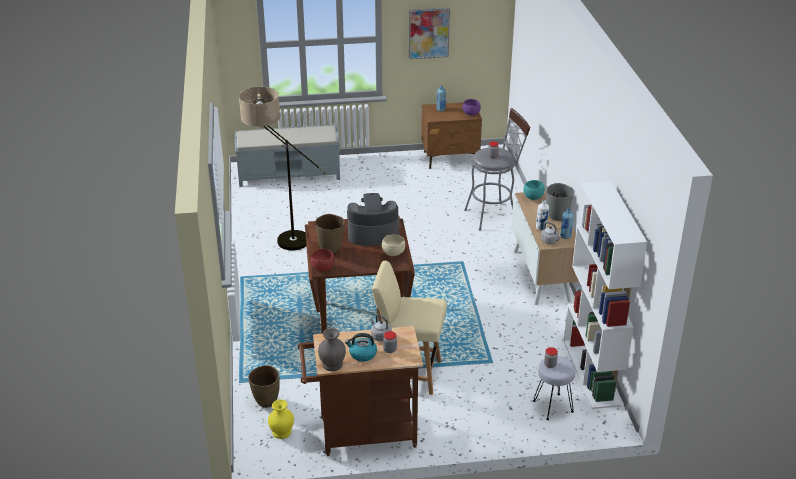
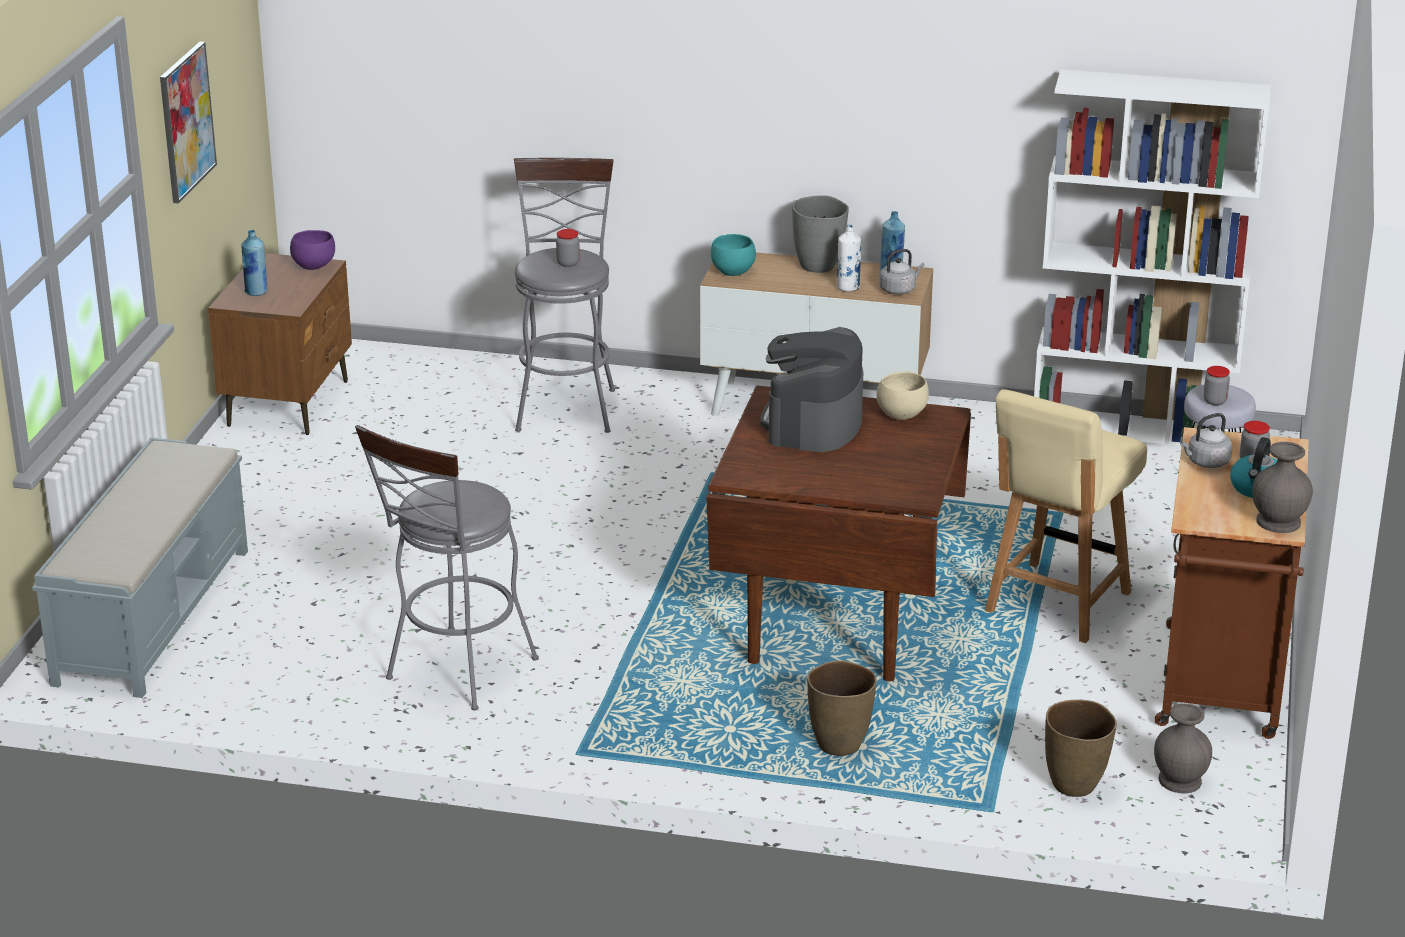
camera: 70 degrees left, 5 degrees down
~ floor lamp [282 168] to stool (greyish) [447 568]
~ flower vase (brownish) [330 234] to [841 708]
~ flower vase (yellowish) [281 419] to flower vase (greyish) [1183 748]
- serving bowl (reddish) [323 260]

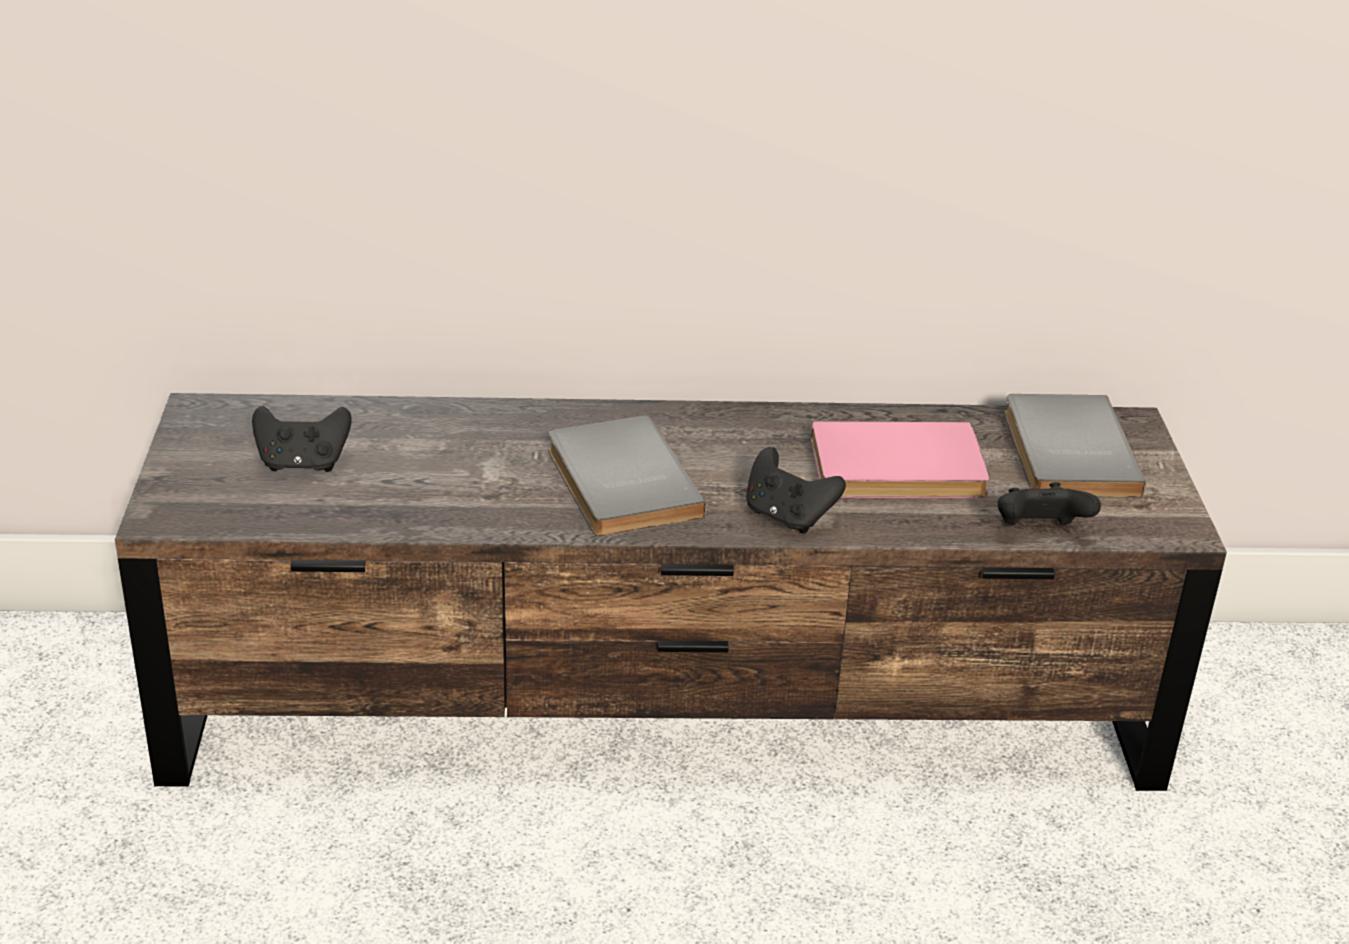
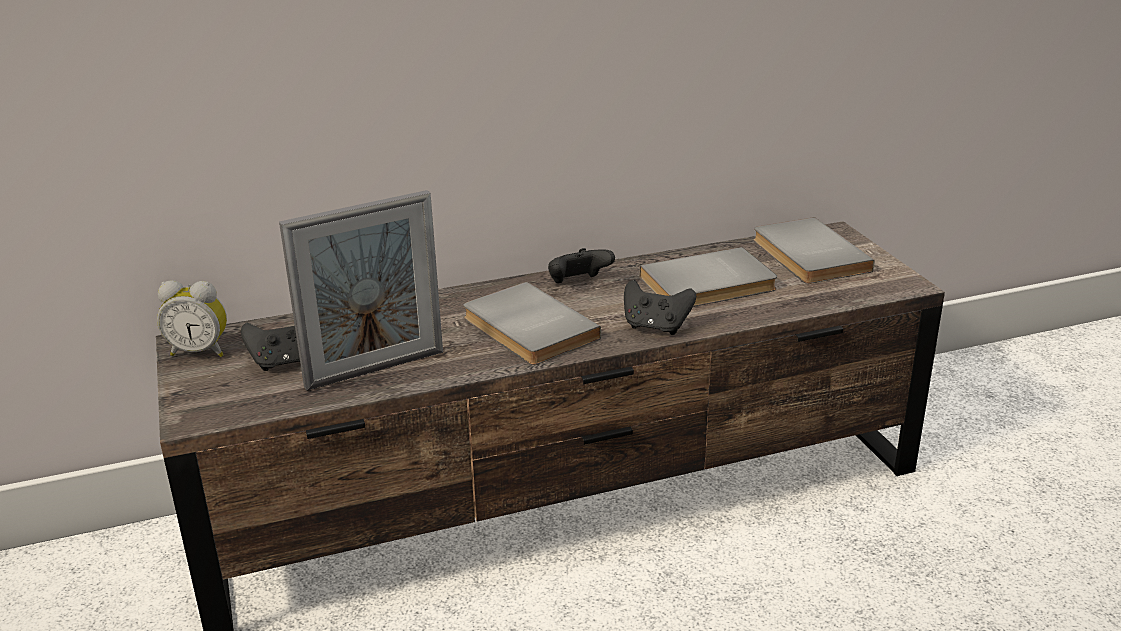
camera: 15 degrees left, 5 degrees down
+ alarm clock [192 318]
+ picture frame [361 290]
~ gamepad (blackish) [1049 503] to [581 265]
~ volume (pink) [900 459] to volume (greyish) [708 277]

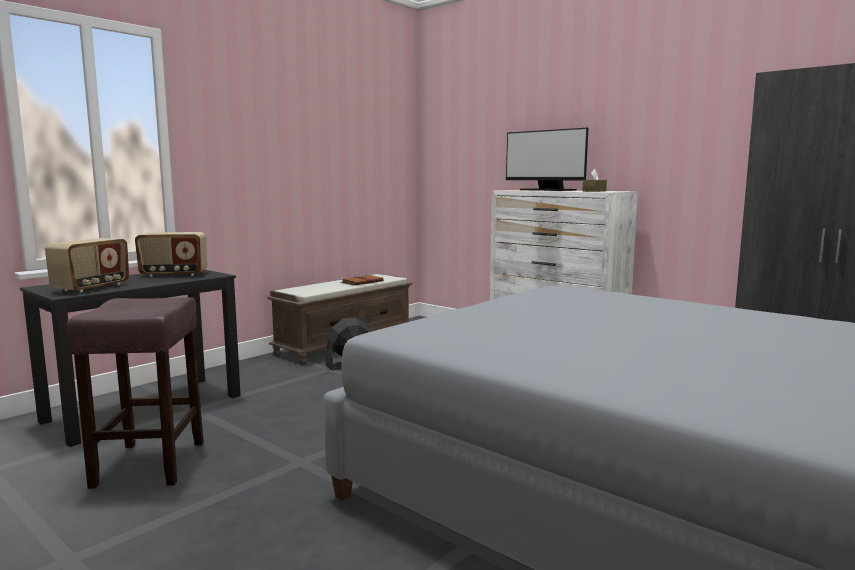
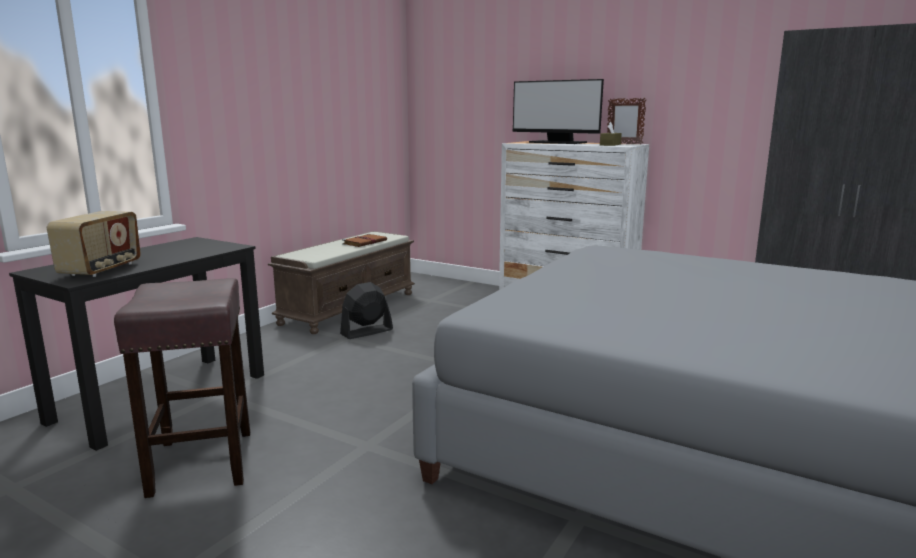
camera: 10 degrees left, 5 degrees up
+ picture frame [626 121]
- radio receiver [171 254]

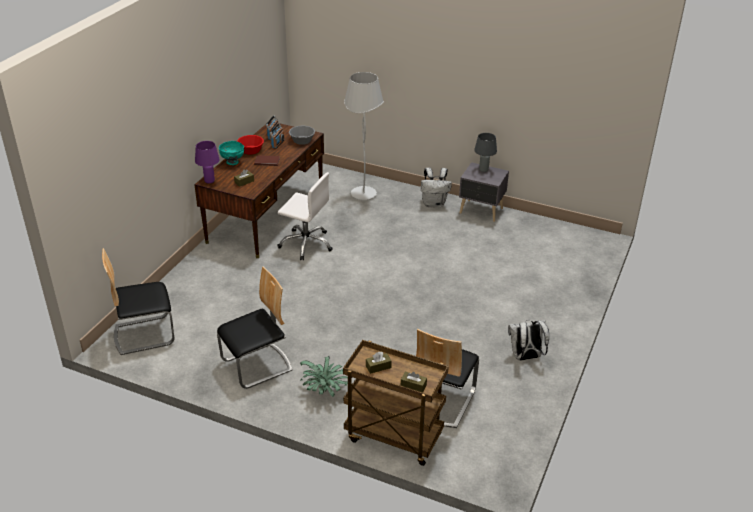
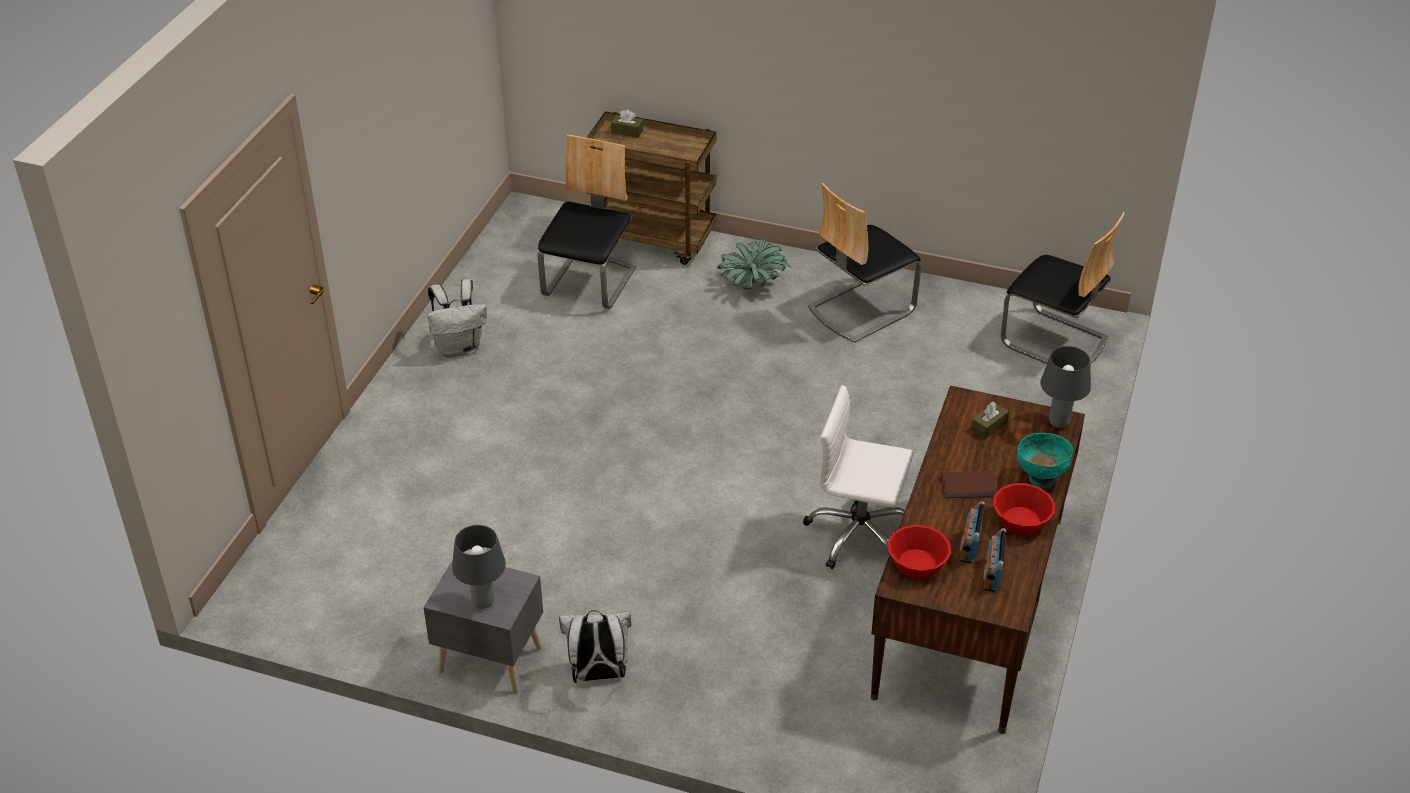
camera: 175 degrees right, 5 degrees up
~ serving bowl (greyish) [302 135] to serving bowl (reddish) [919 552]
~ upright chair [138 301] = [1063 288] 60 degrees clockwise
~ table lamp (purplish) [207 162] to table lamp (greyish) [1065 387]
- floor lamp (whitish) [364 136]
- box of tissues (brownish) [379 362]

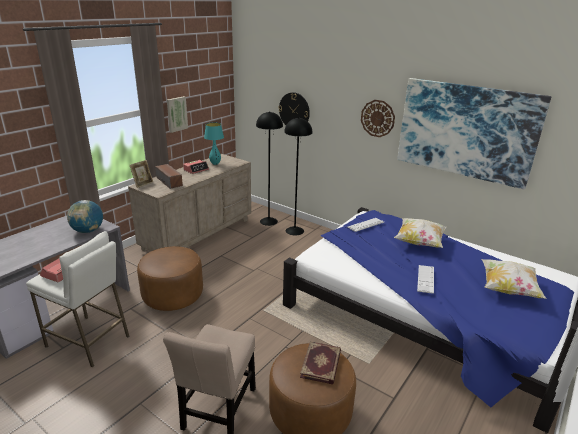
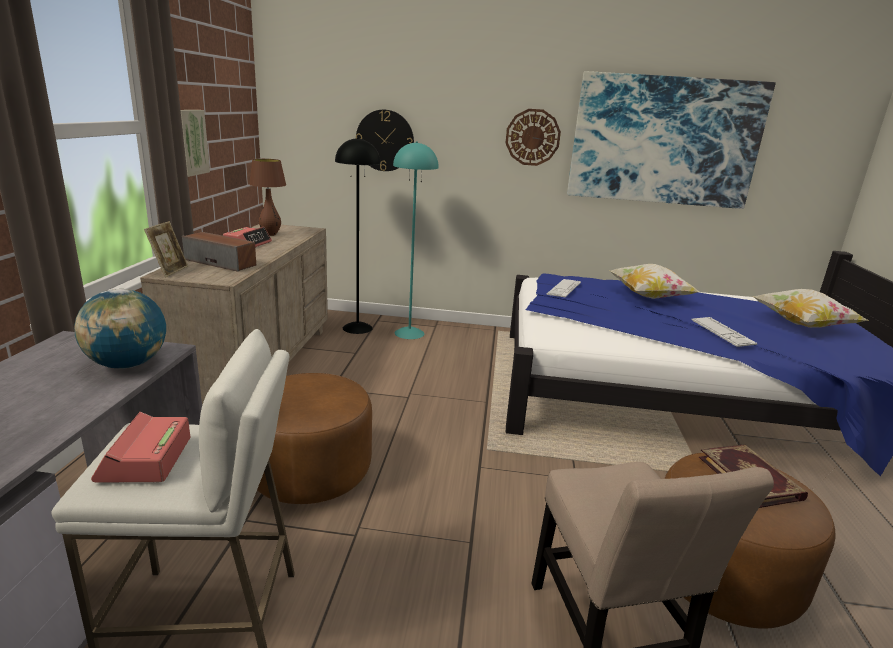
camera: 30 degrees left, 5 degrees down
~ table lamp (turquoise) [214 144] to table lamp (brownish) [267 197]
~ floor lamp (blackish) [298 176] to floor lamp (turquoise) [416 240]

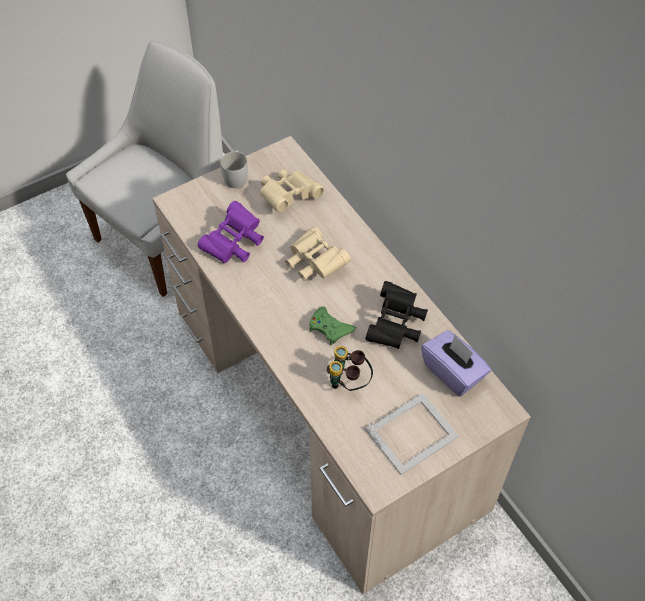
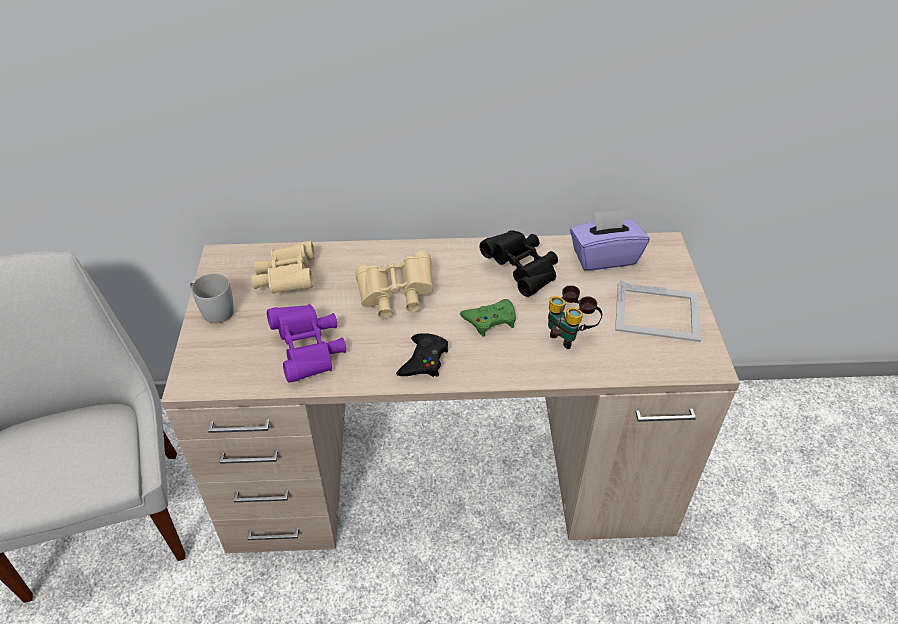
camera: 60 degrees left, 10 degrees down
+ gamepad (blackish) [422 355]
~ picture frame [412 434] = [658 311] 105 degrees clockwise

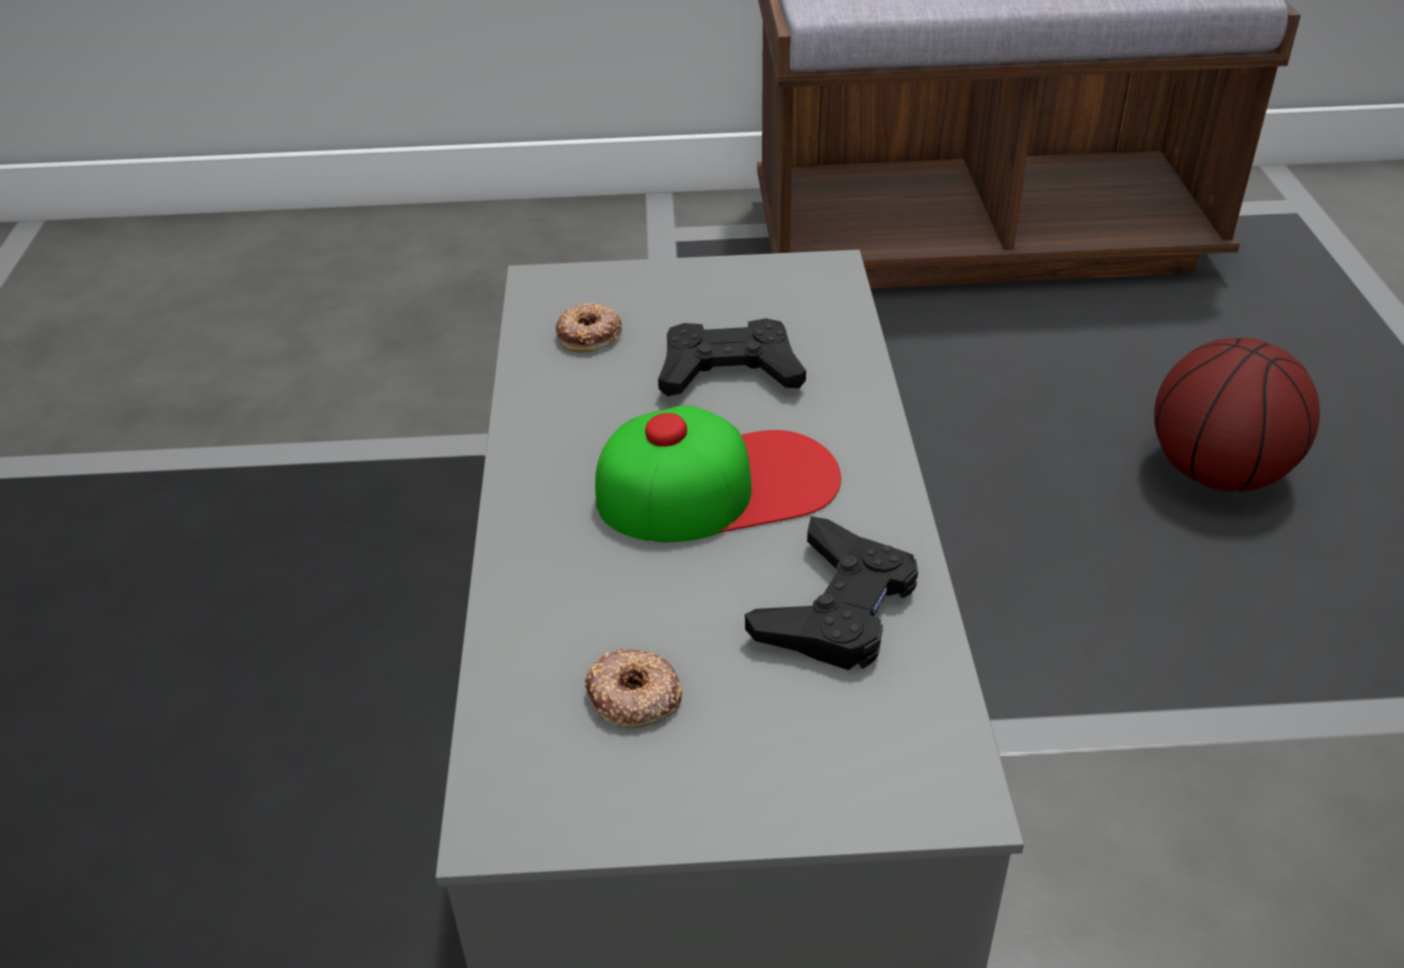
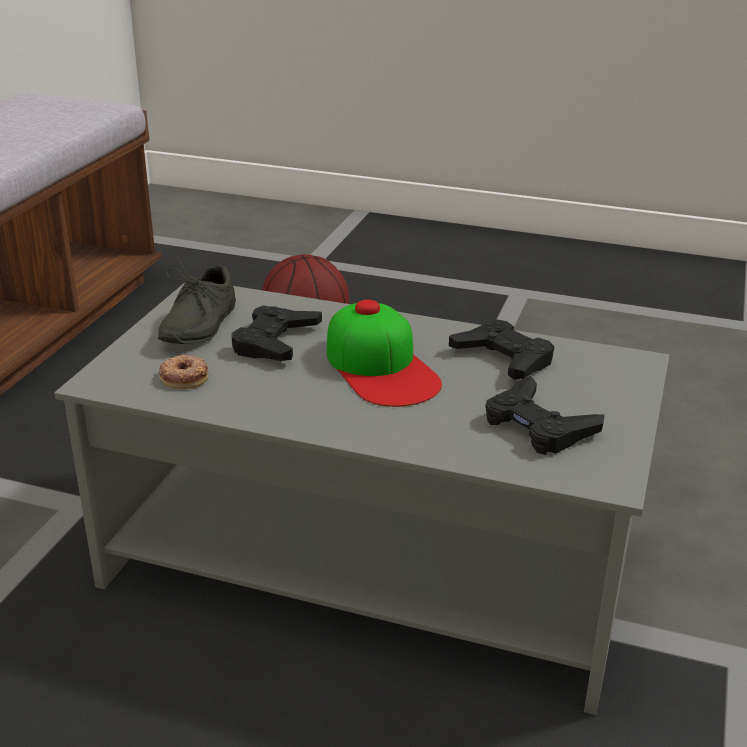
camera: 70 degrees left, 10 degrees down
+ item of footwear (greyish) [197 299]
~ cap [718 473] = [384 353] 150 degrees clockwise
~ donut [633 687] to gamepad (blackish) [544 415]

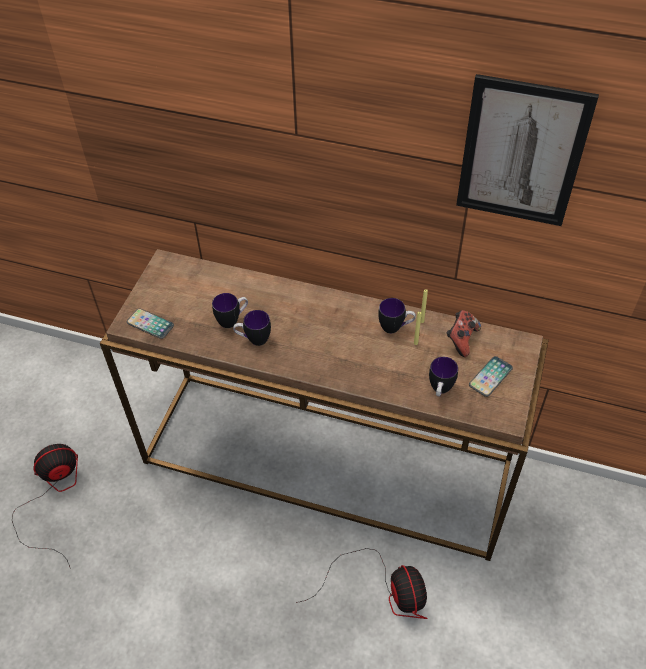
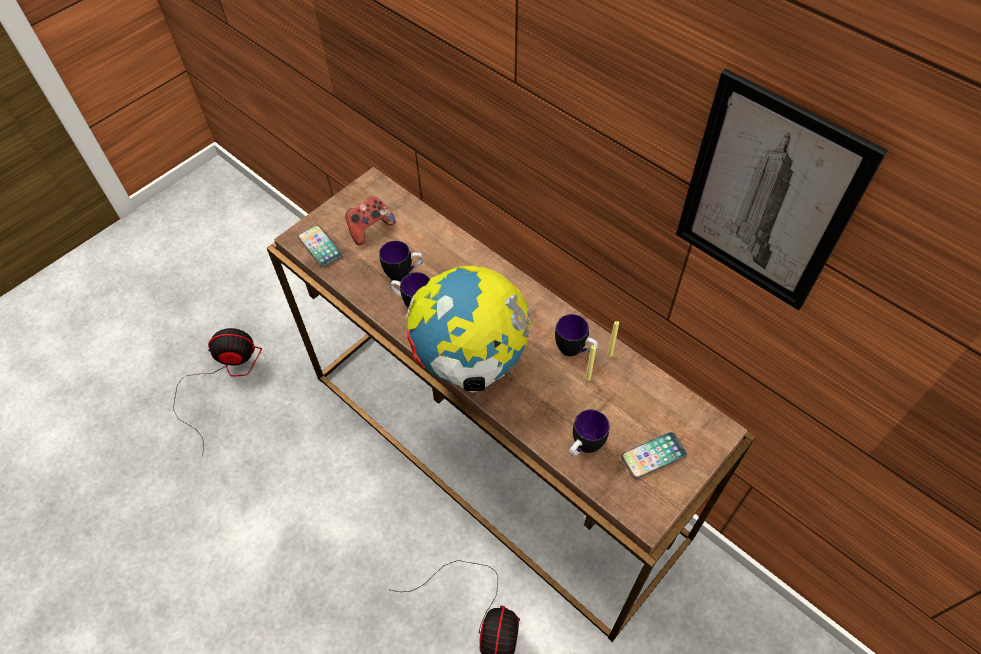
camera: 25 degrees right, 5 degrees up
~ gamepad [464 333] to [370 220]
+ globe [468 329]

